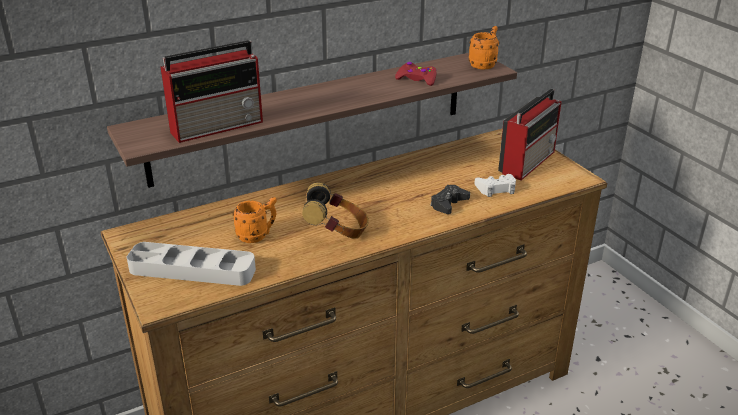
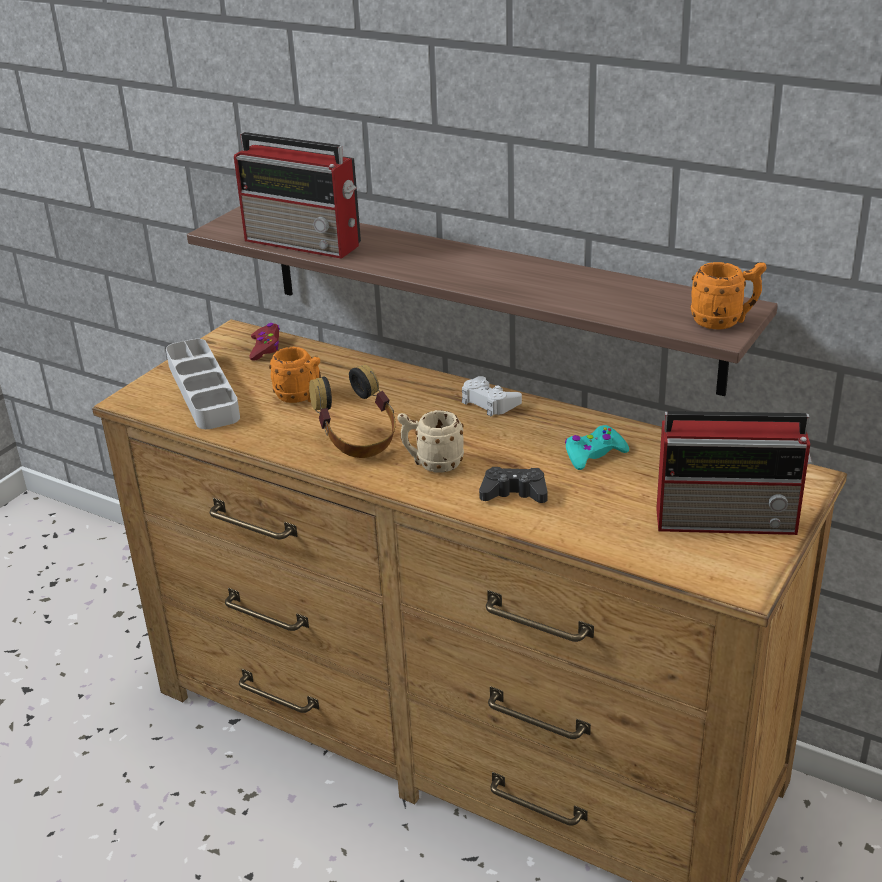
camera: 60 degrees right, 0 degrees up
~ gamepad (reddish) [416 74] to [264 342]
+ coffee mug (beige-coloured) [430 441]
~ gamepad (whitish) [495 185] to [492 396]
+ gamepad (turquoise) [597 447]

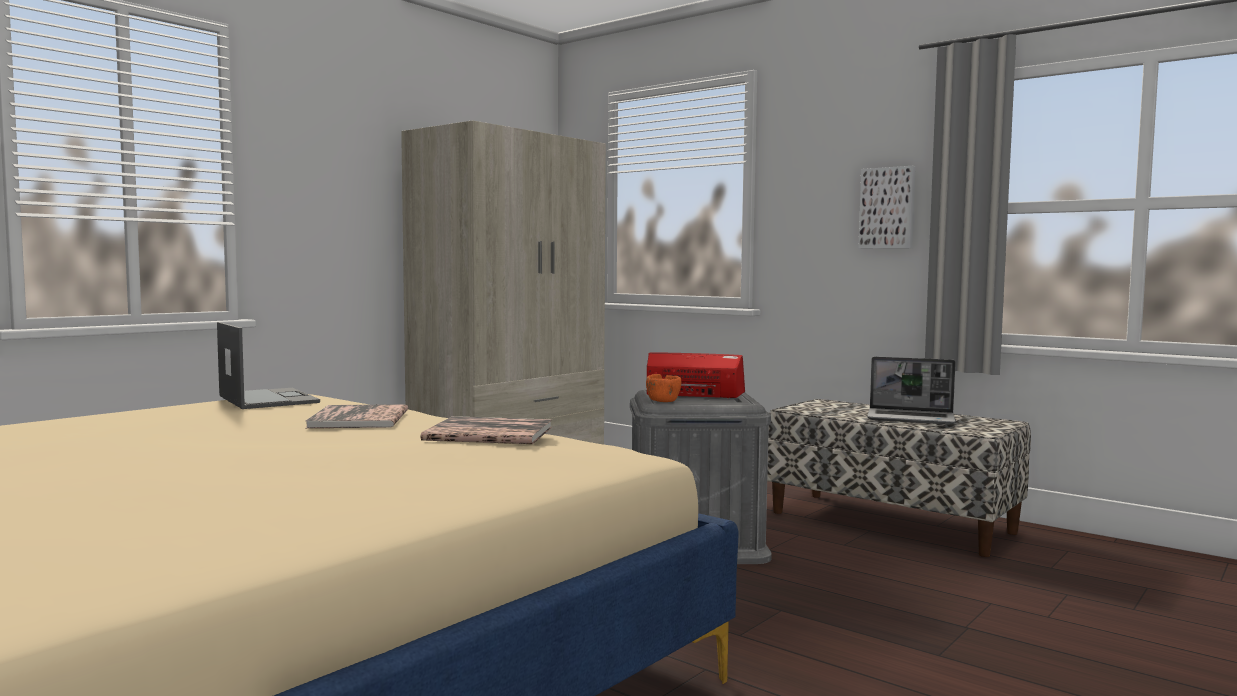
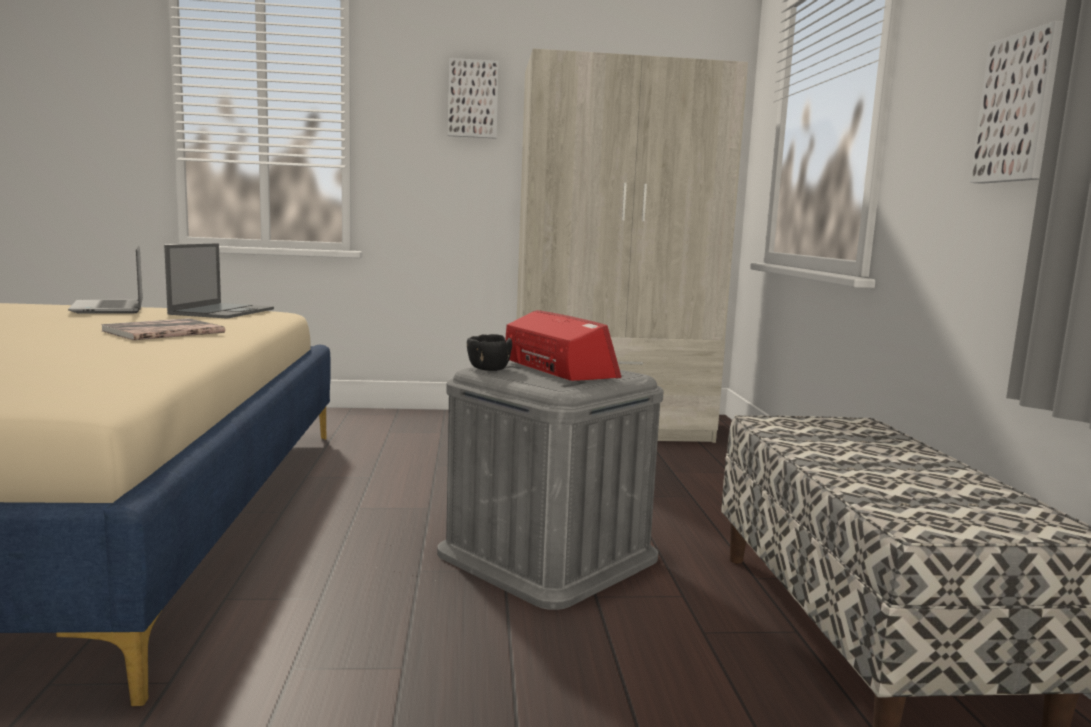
camera: 45 degrees right, 5 degrees up
~ portable computer [911 391] to [105 279]
+ wall picture [473 98]
~ serving bowl (orangey) [663 388] to serving bowl (blackish) [489 352]
- volume [486 430]

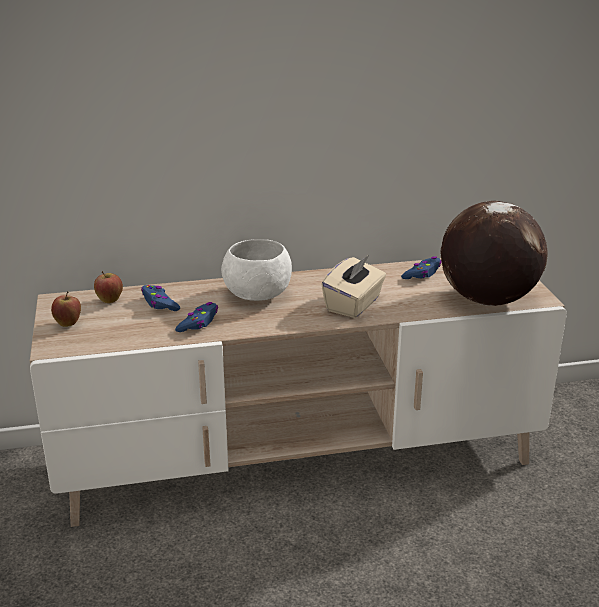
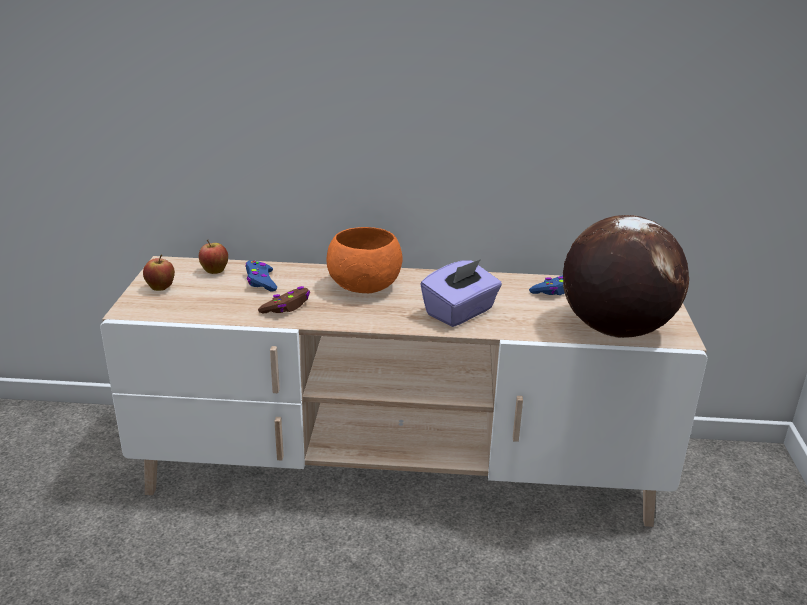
camera: 15 degrees right, 0 degrees up
~ gamepad (blue-coloured) [196 317] to gamepad (brownish) [284 299]
~ serving bowl (whitish) [256 270] to serving bowl (orangey) [364 260]
~ box of tissues (beige-coloured) [353 286] to box of tissues (purplish) [461 293]

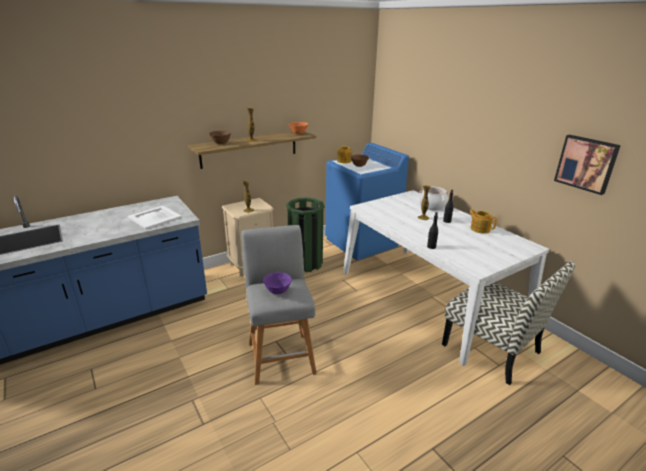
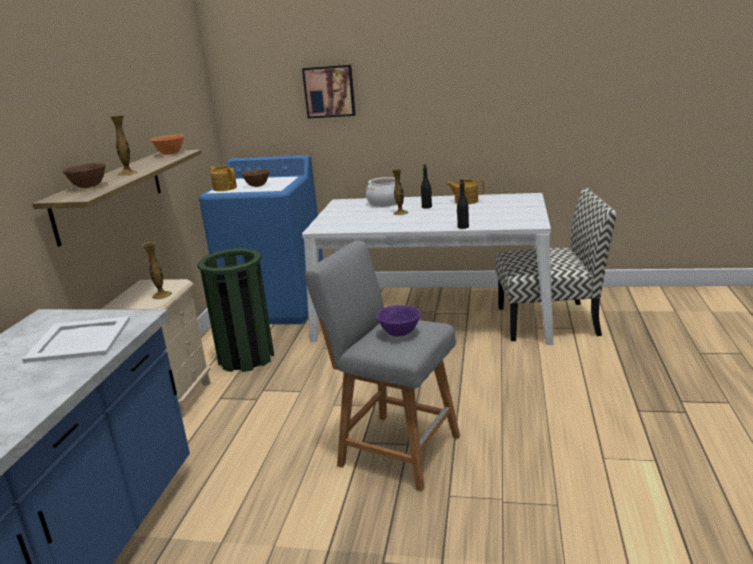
camera: 45 degrees left, 5 degrees down
~ wall picture [587 165] to [329 91]

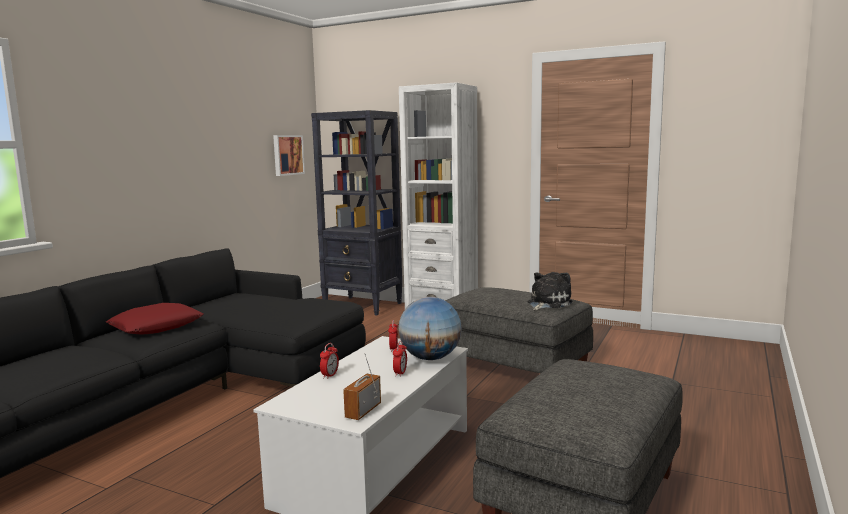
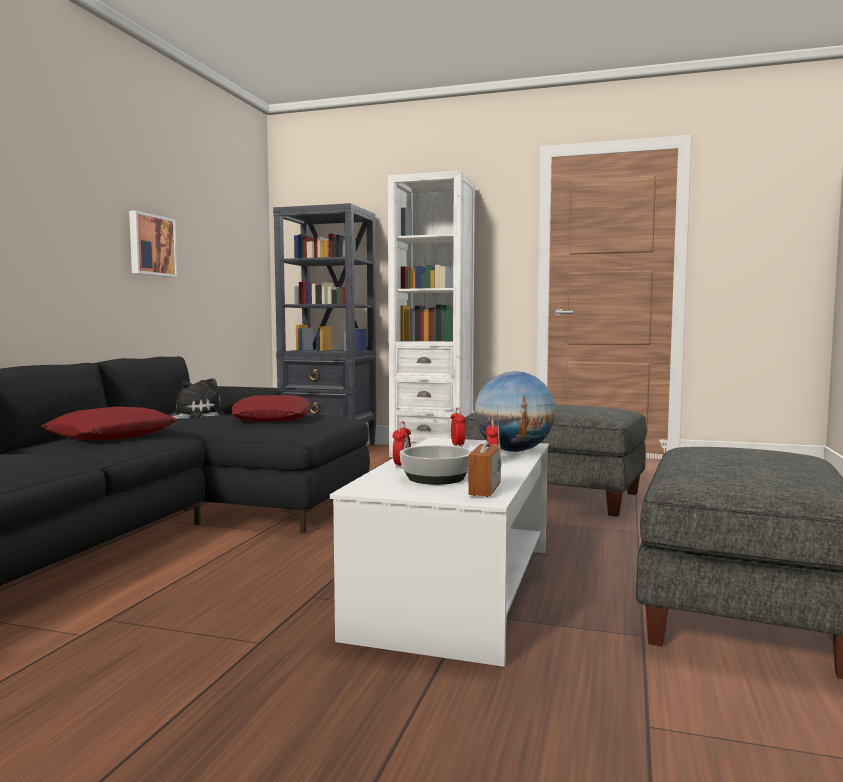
camera: 10 degrees left, 5 degrees down
~ wall picture [289 155] to [153 243]
~ soft toy [550 291] to [196 398]
+ throw pillow (reddish) [271 408]
+ serving bowl [436 465]

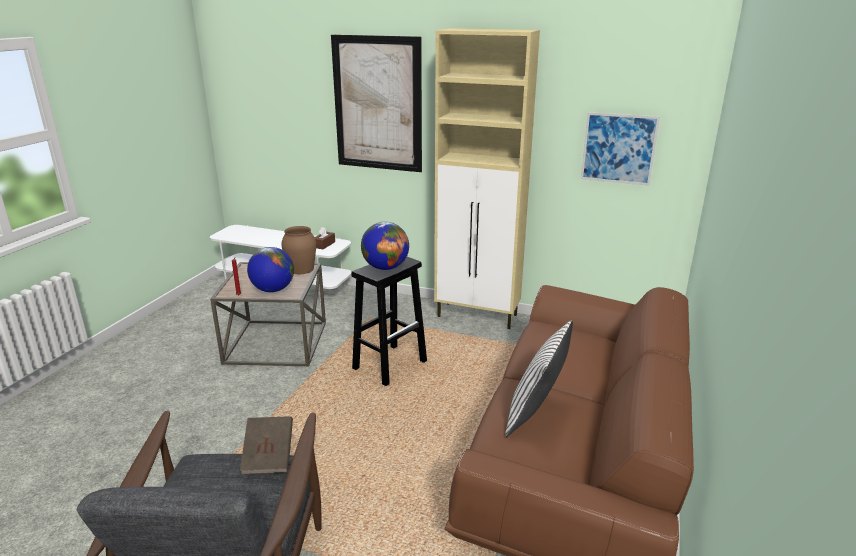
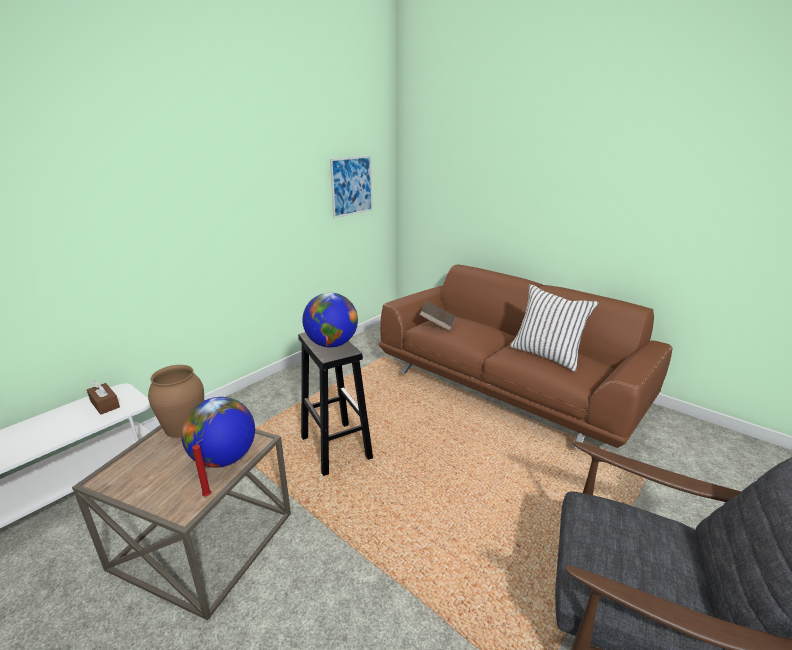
camera: 70 degrees left, 0 degrees up
~ volume (brownish) [266 445] to [437 316]
- wall picture [376 103]
- cupboard (beige-coloured) [487 178]

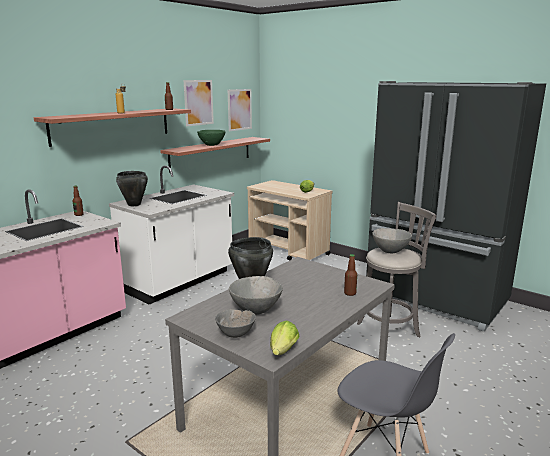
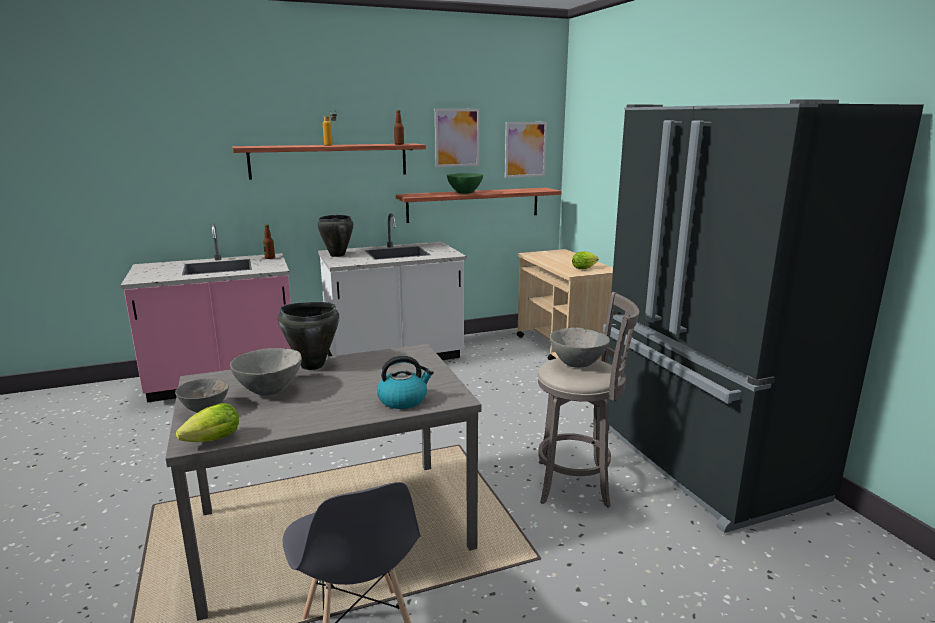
camera: 30 degrees right, 0 degrees up
~ beverage bottle [350 275] to water kettle [405 382]

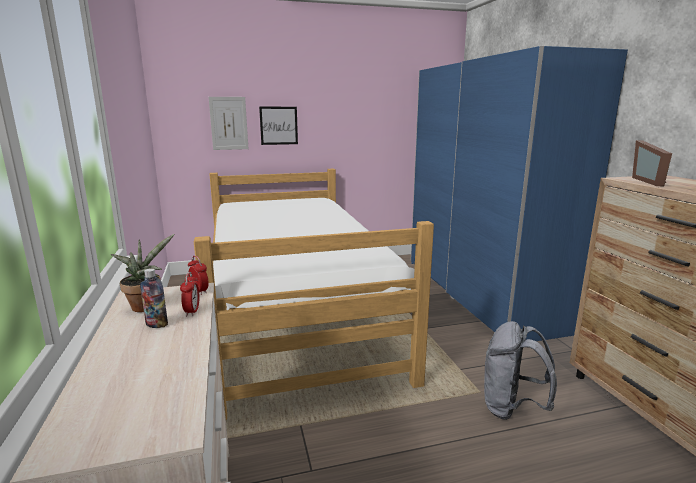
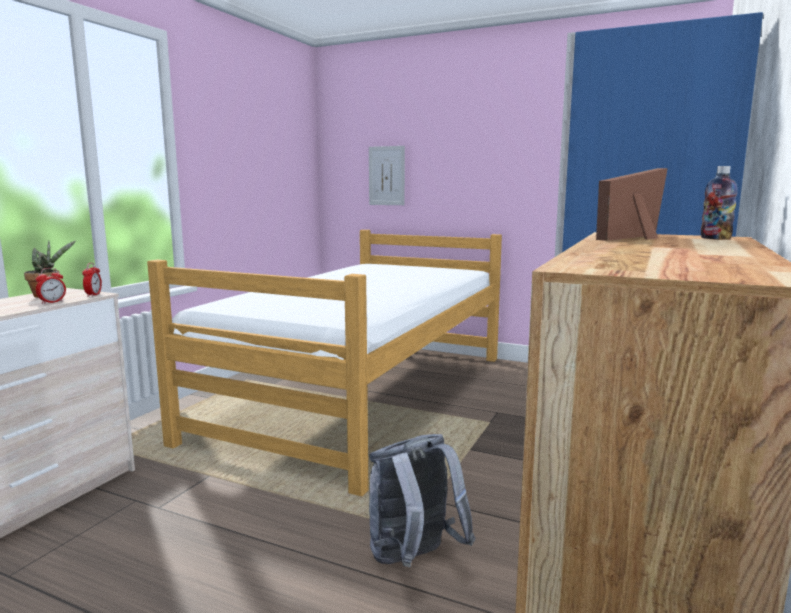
camera: 40 degrees right, 5 degrees down
~ beverage bottle [154 298] to [719 203]
- wall picture [278 126]

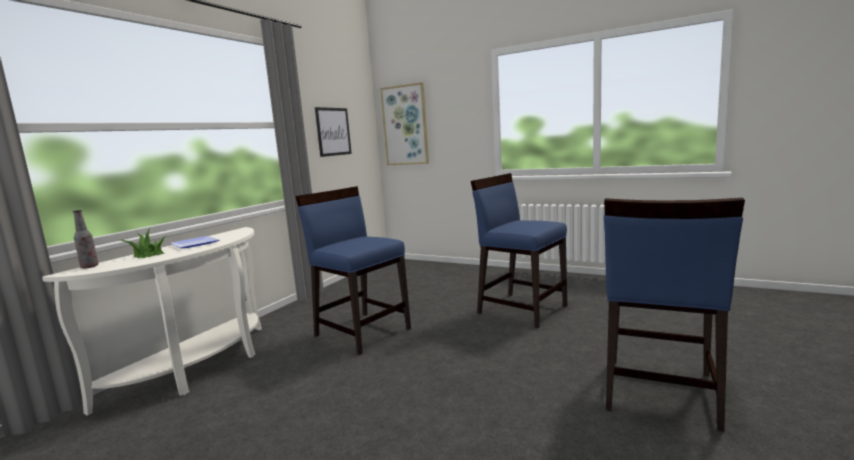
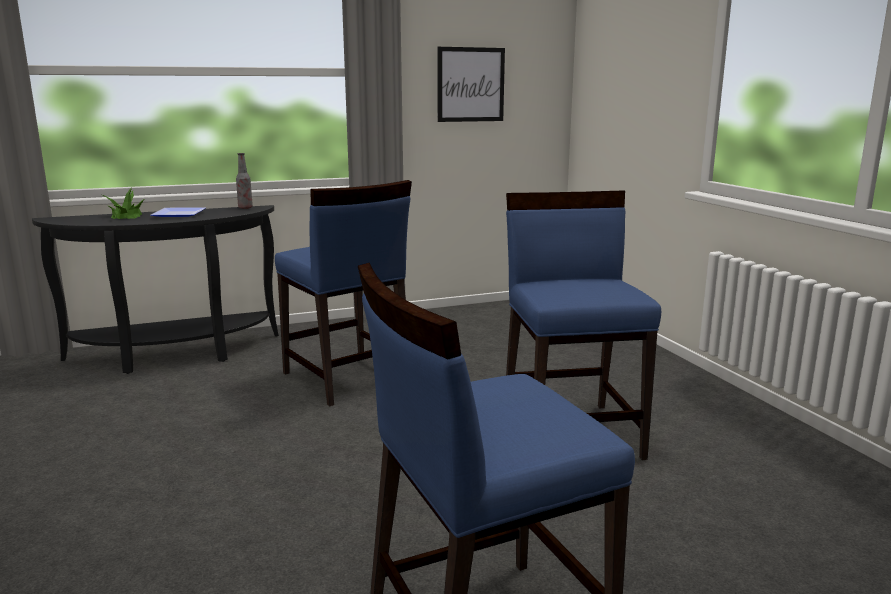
camera: 40 degrees right, 5 degrees up
~ console table (whitish) [152 321] to console table (blackish) [155 289]
~ beverage bottle [86 239] to [244 181]
~ upright chair (blue-coloured) [353 270] = [343 293] 150 degrees clockwise
- wall picture [404 123]

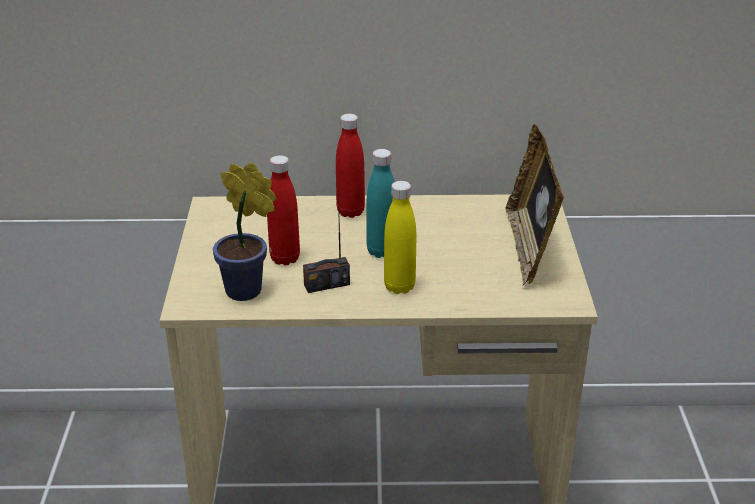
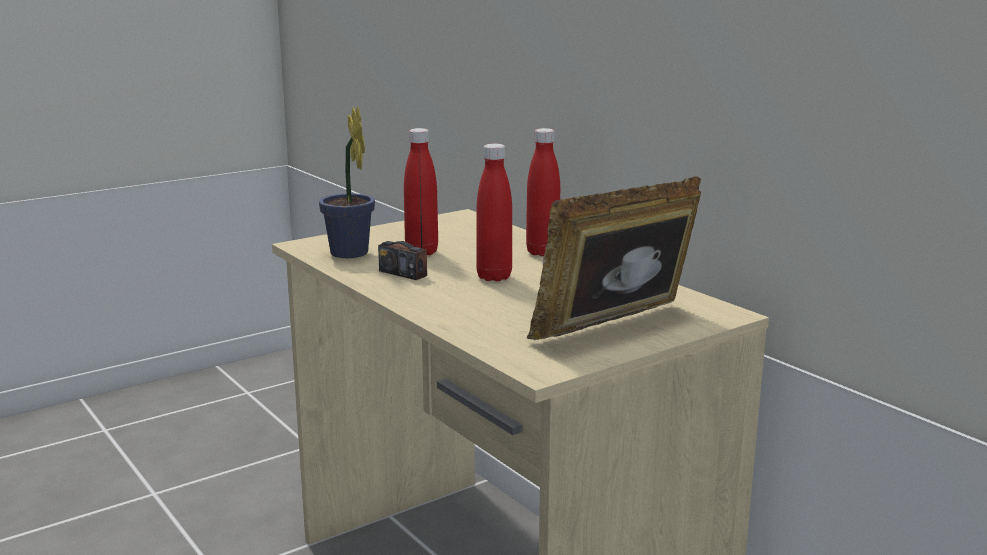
camera: 55 degrees right, 15 degrees down
~ beverage bottle (turquoise) [381 203] to beverage bottle (reddish) [494 212]
- beverage bottle (yellowish) [400 237]

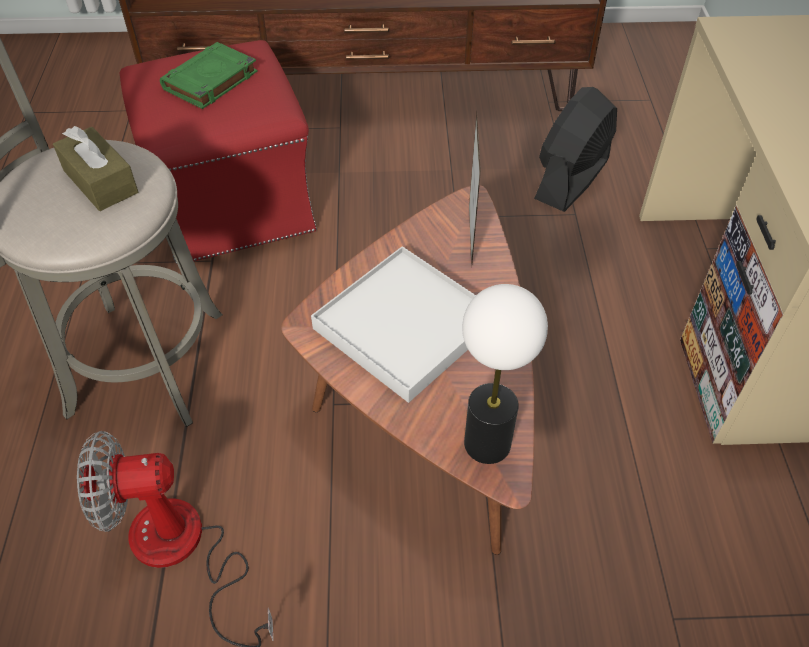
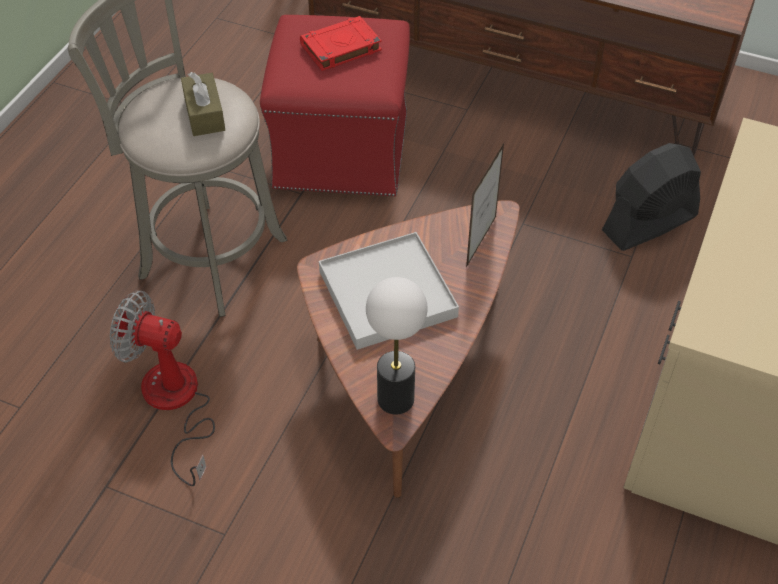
camera: 25 degrees right, 0 degrees up
~ volume (green-coloured) [209 75] to volume (reddish) [341 43]

